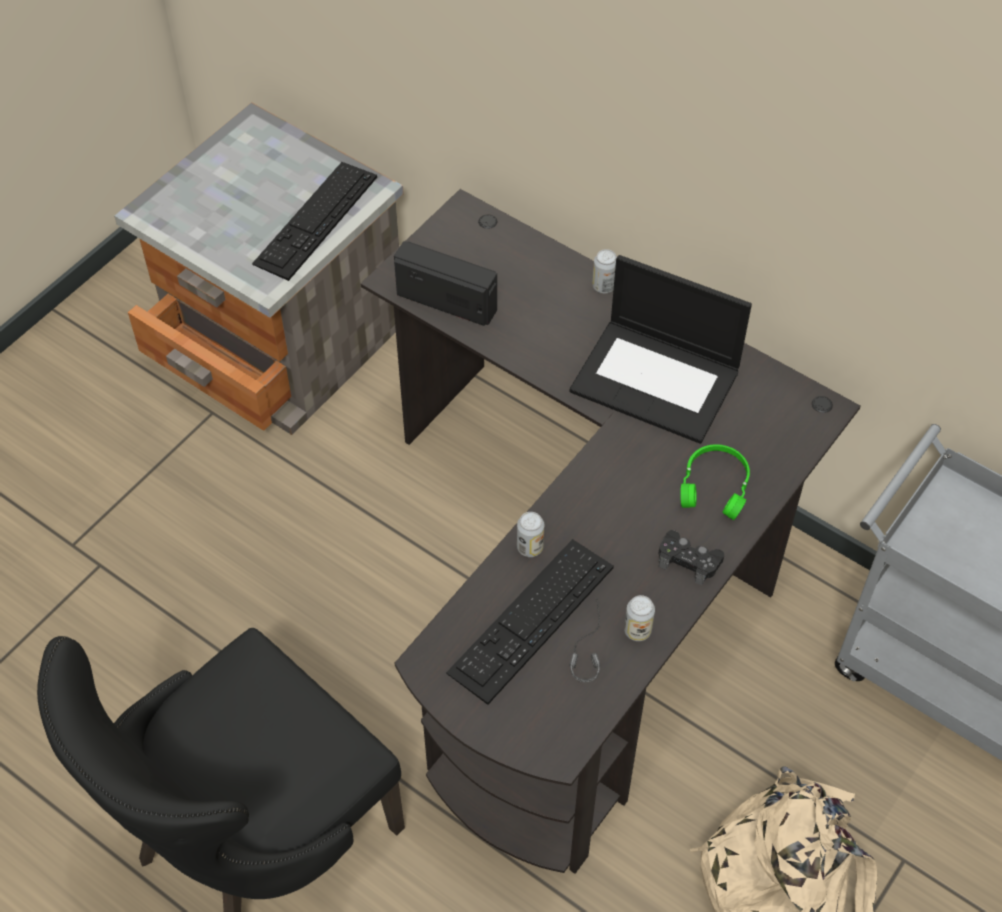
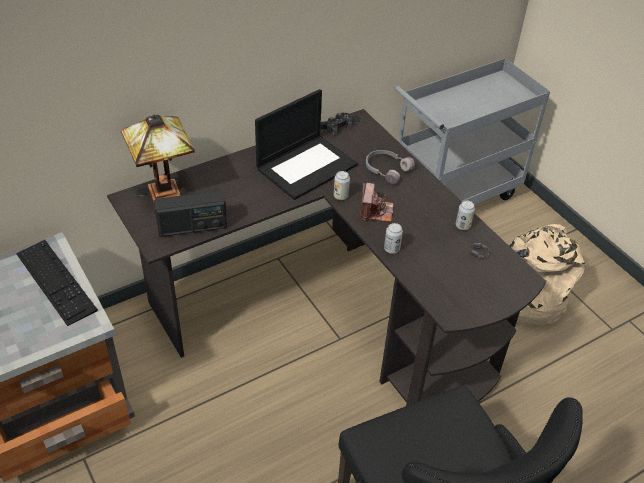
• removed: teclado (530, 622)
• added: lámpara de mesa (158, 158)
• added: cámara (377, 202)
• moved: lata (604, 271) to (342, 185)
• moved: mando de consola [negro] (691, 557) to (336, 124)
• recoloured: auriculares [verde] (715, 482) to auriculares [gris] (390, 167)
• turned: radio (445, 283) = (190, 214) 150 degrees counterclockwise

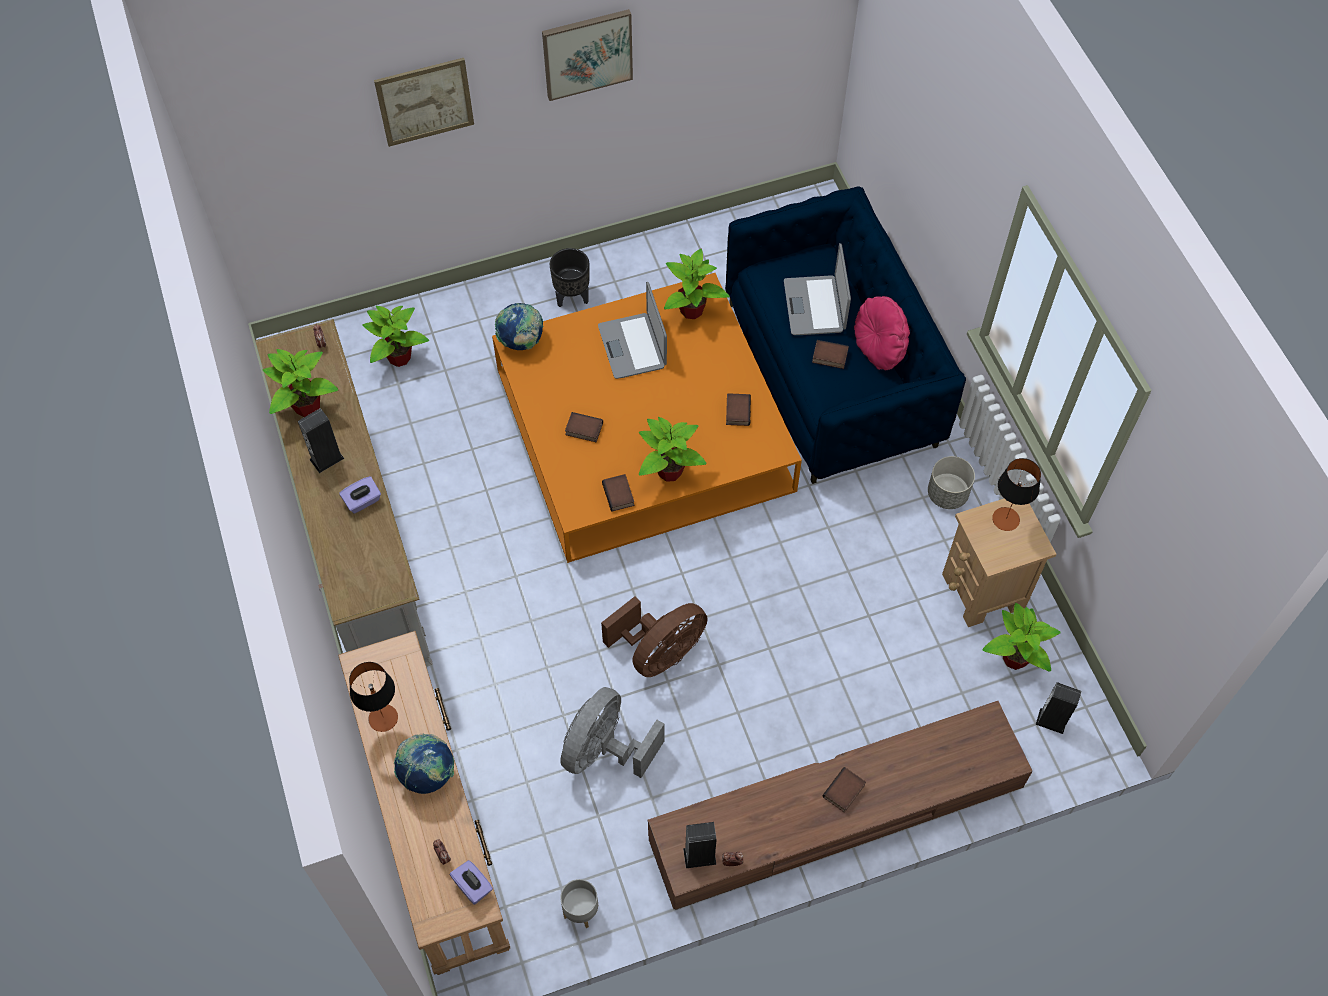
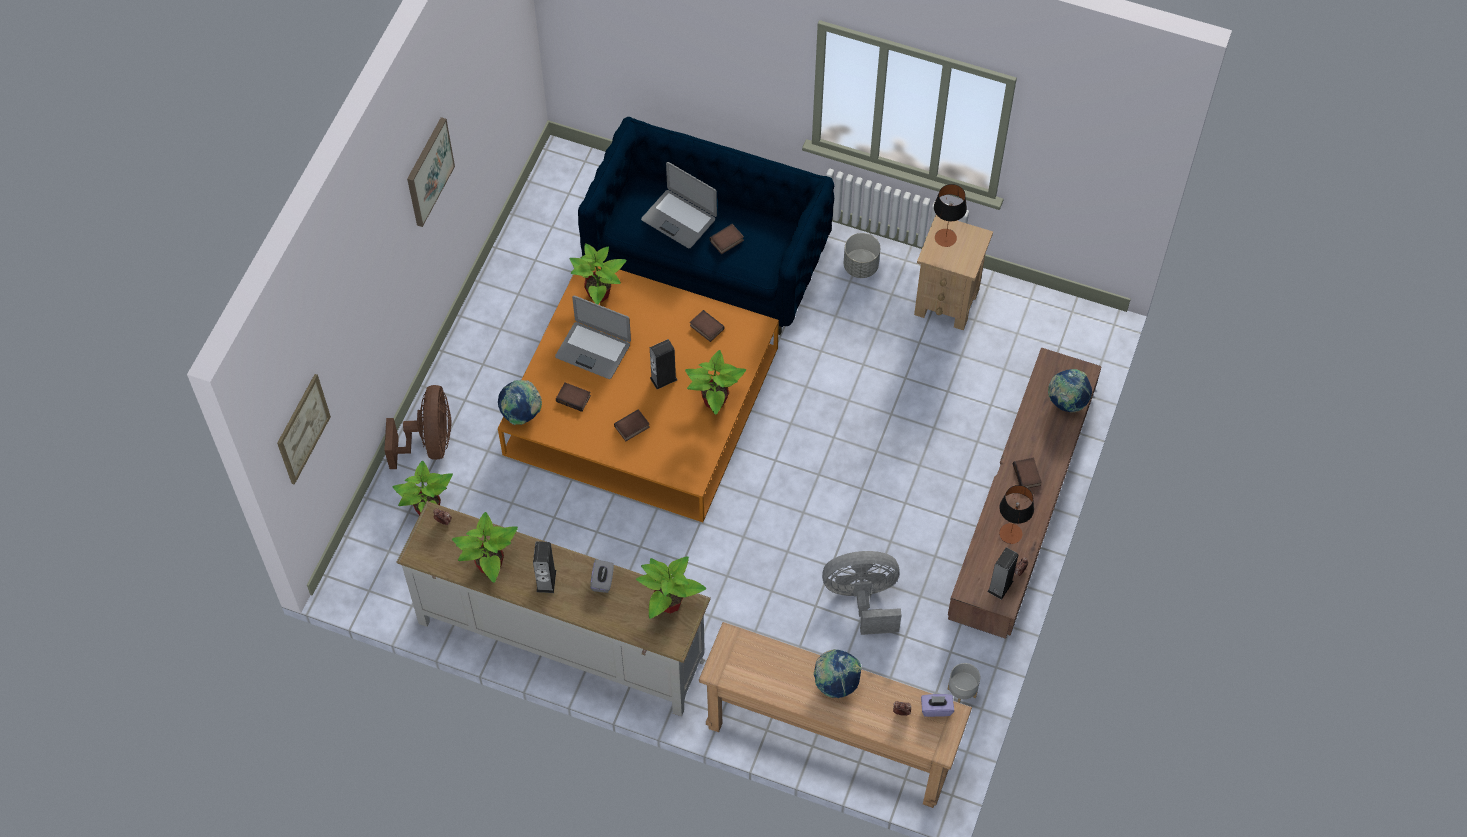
• removed: maceta [negro] (569, 277)
• removed: cojín [rosa] (882, 333)
• added: globo terráqueo (1070, 390)
• moved: lámpara de mesa (373, 697) to (1016, 514)
• moved: cuadro (424, 102) to (304, 429)
• moved: ventilador [marrón] (654, 636) to (418, 427)
• moved: libro (618, 492) to (573, 397)
• moved: planta en maceta (1021, 637) to (671, 587)
• moved: altavoz (1058, 708) to (663, 364)
• recoloured: caja de pañuelos [morado] (360, 494) to caja de pañuelos [gris] (602, 576)
• turned: ventilador [gris] (612, 732) = (862, 593) 105 degrees clockwise

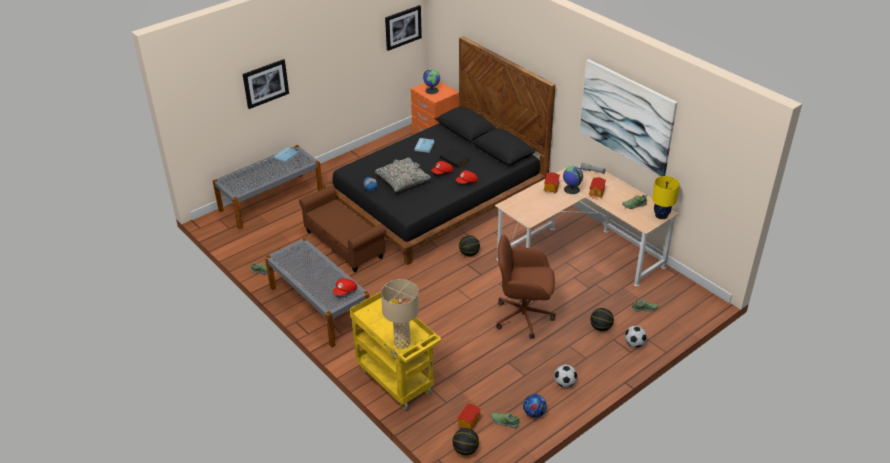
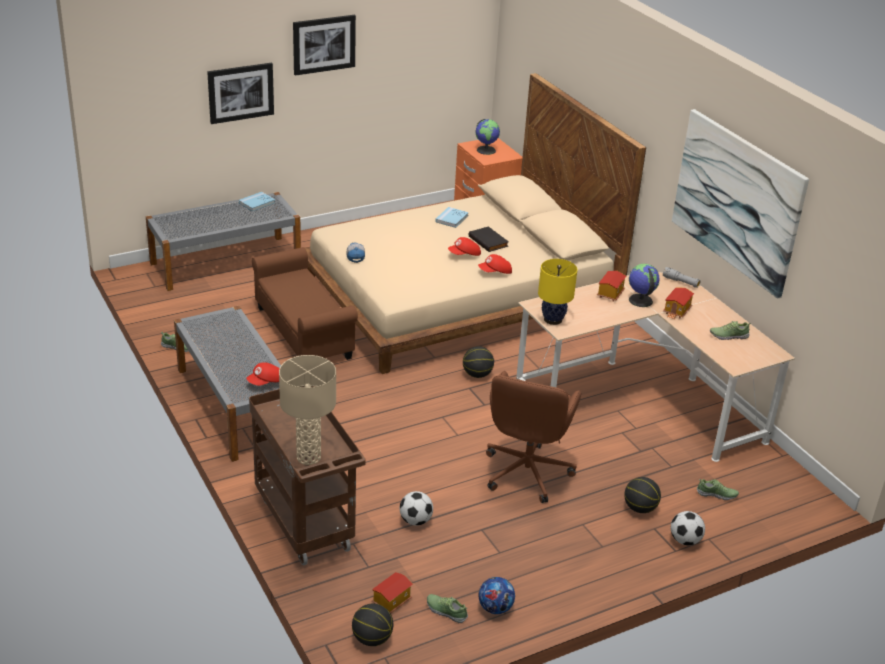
• removed: cojín [gris] (403, 175)
• moved: cuadro (403, 28) to (324, 45)
• moved: balón de fútbol (565, 376) to (416, 508)
• moved: lámpara de mesa [amarillo] (666, 197) to (557, 292)
• recoloured: cama [negro] (439, 150) to cama [beis] (475, 223)
• recoloured: carrito [amarillo] (395, 351) to carrito [marrón] (307, 476)
• turned: silla de oficina [marrón] (526, 287) = (533, 437) 90 degrees counterclockwise

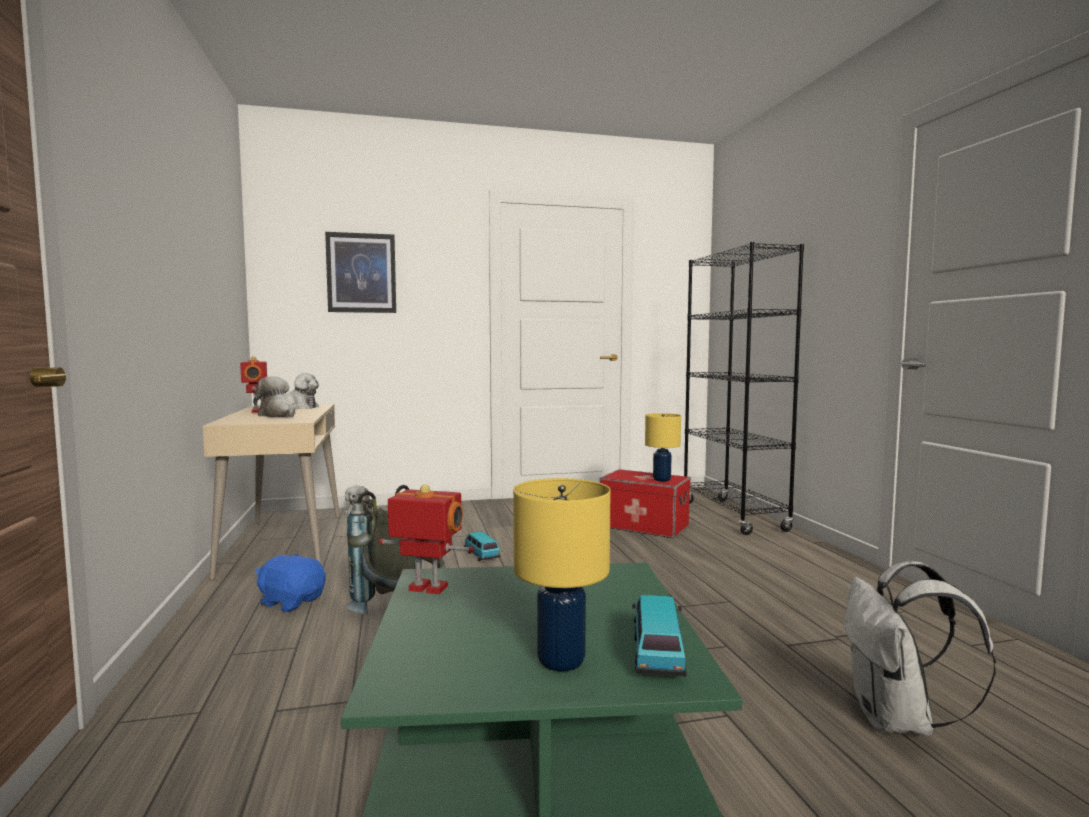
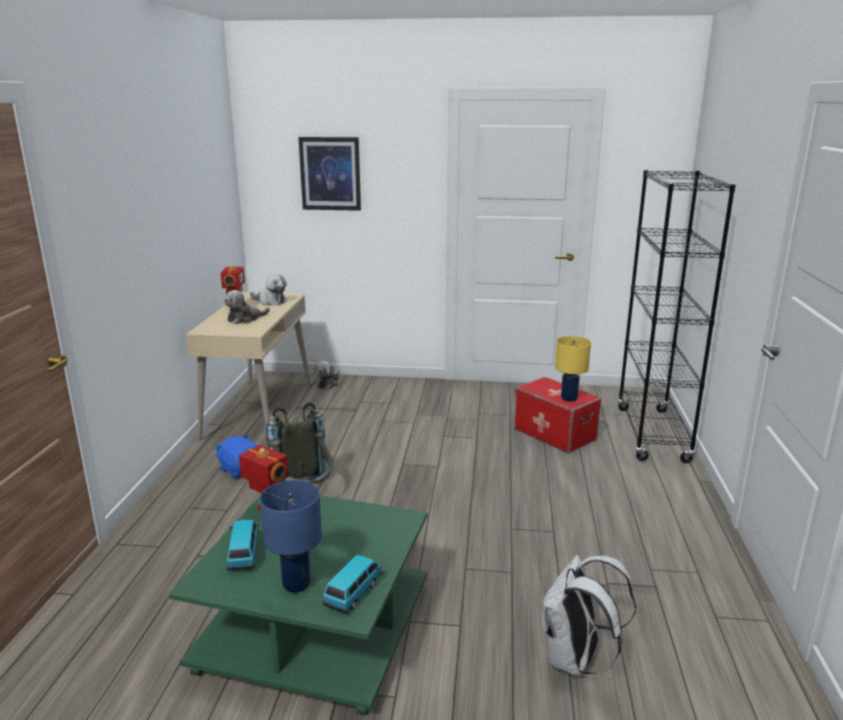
• moved: coche de juguete (482, 546) to (243, 545)
• recoloured: lámpara de mesa [amarillo] (562, 575) to lámpara de mesa [azul] (291, 536)
• turned: peluche (274, 396) = (247, 307) 105 degrees counterclockwise

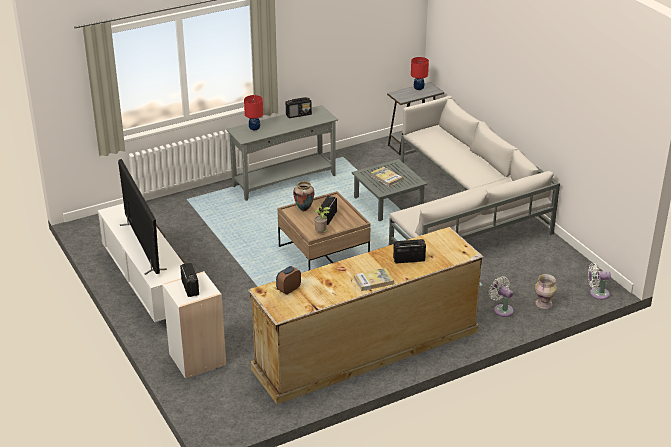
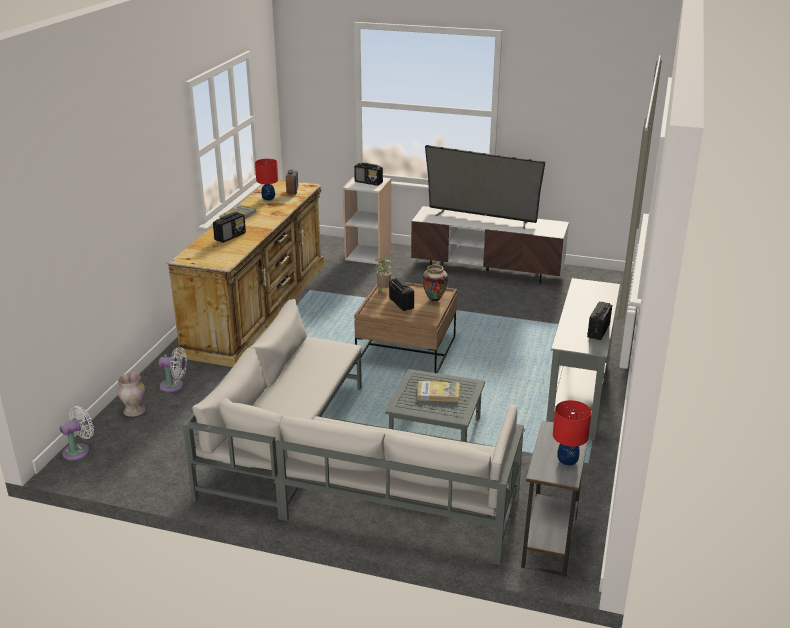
• moved: lámpara de mesa [rojo] (253, 112) to (266, 179)

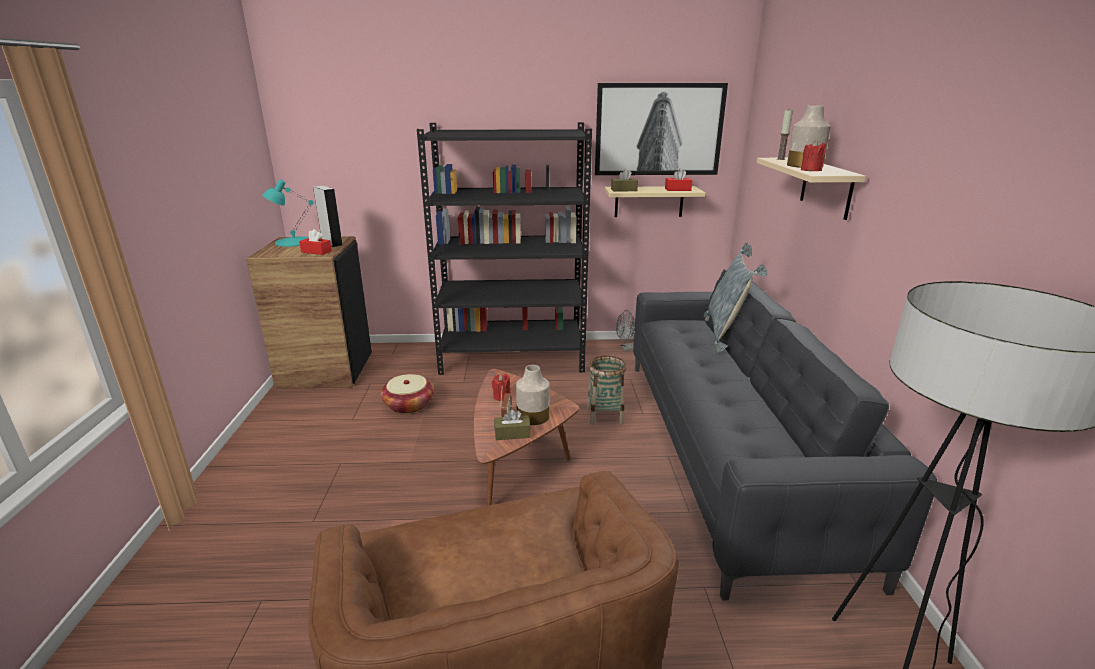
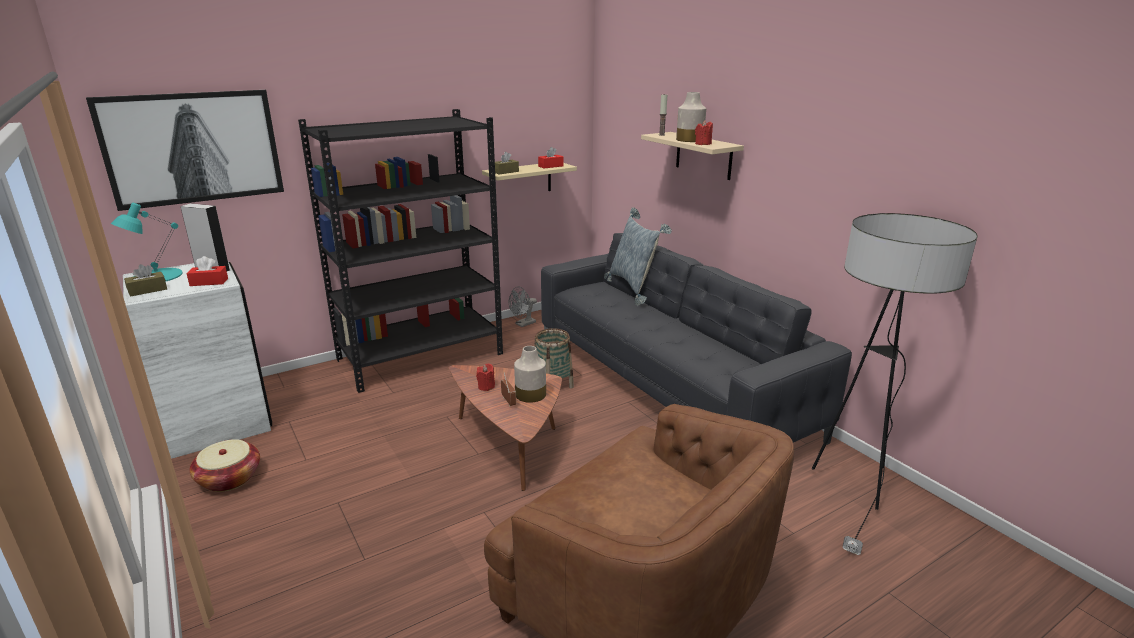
• moved: cesta (407, 394) to (225, 465)
• moved: caja de pañuelos [marrón] (512, 424) to (145, 280)
• moved: cuadro (661, 129) to (185, 150)
• recoloured: armario [marrón] (309, 312) to armario [blanco] (197, 360)

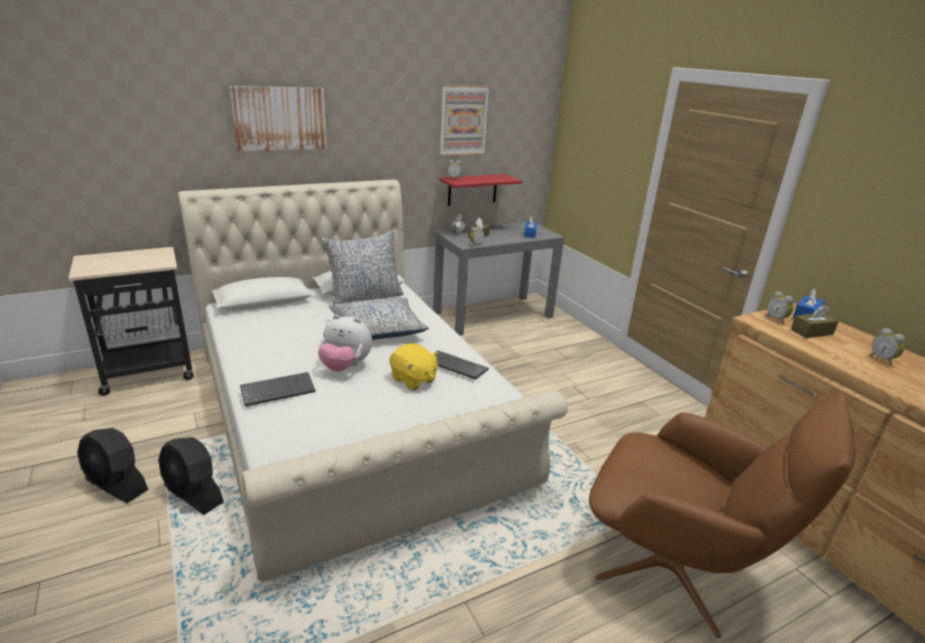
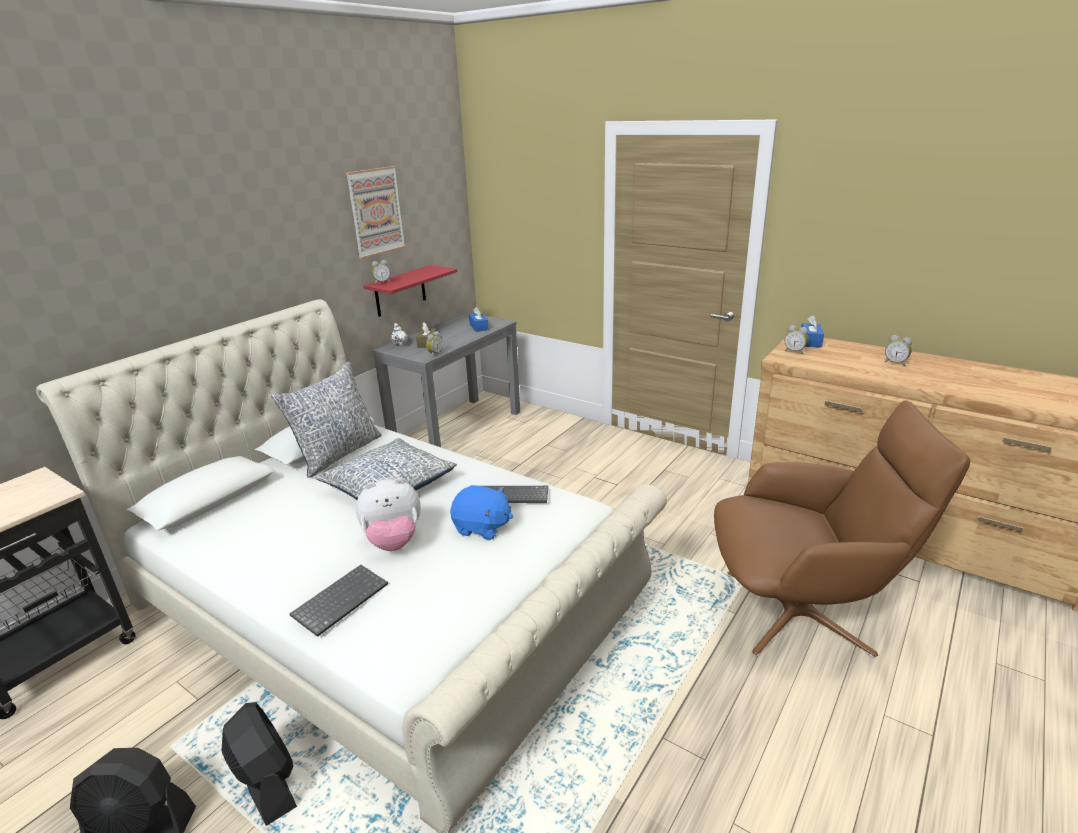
• removed: cuadro (278, 118)
• removed: caja de pañuelos [marrón] (815, 321)
• recoloured: peluche [amarillo] (414, 366) to peluche [azul] (481, 512)
• turned: ventilador [negro] (191, 476) = (259, 764) 135 degrees counterclockwise

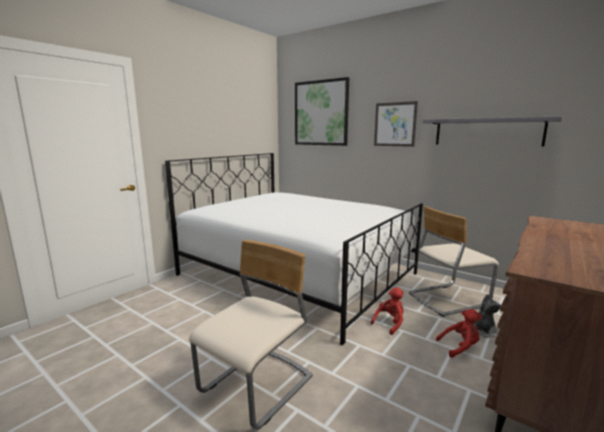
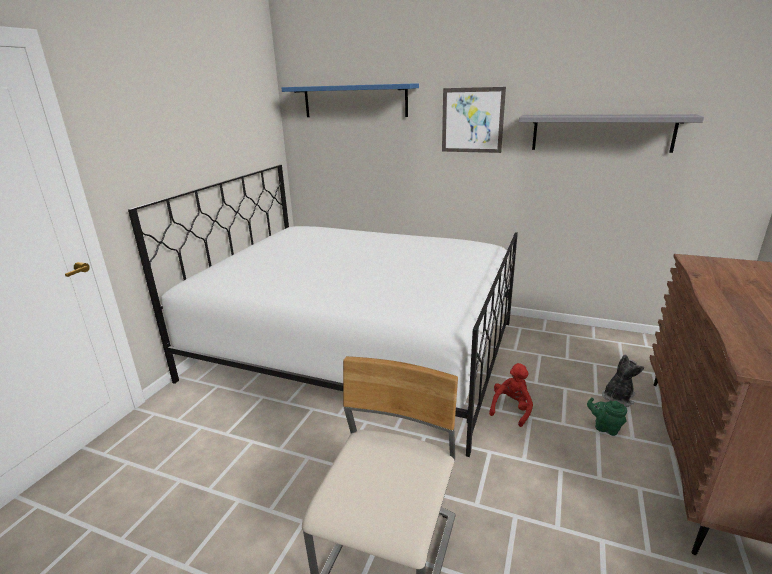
• removed: silla [beis] (454, 261)
• replaced: cuadro (322, 111) to estante [azul] (350, 100)
• replaced: peluche [rojo] (459, 333) to tetera [verde] (607, 416)

